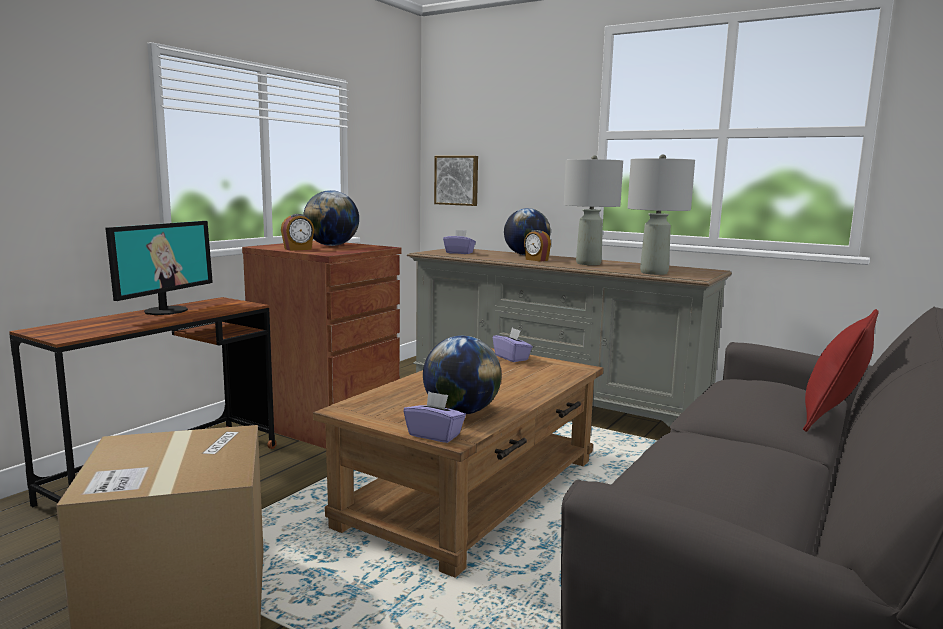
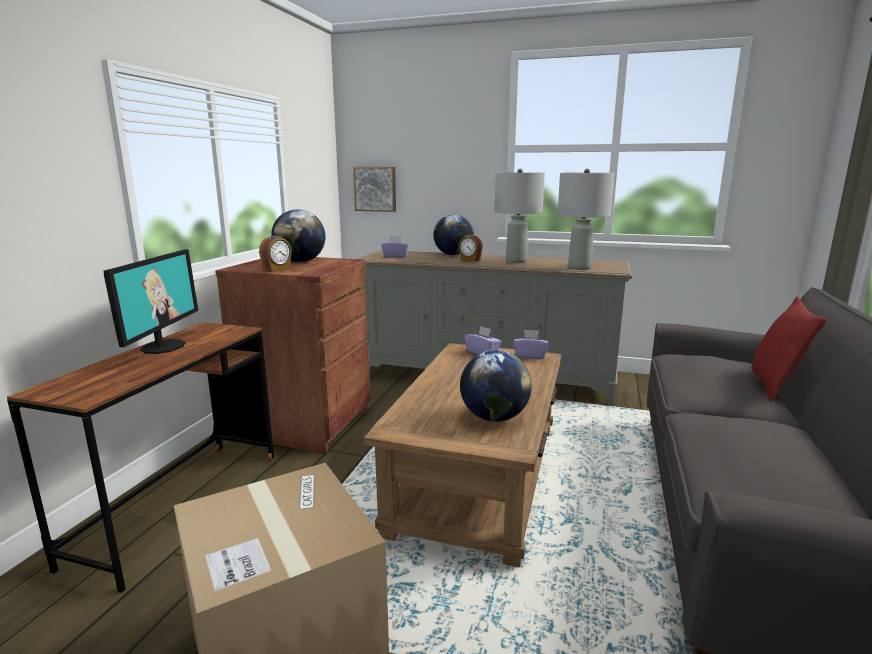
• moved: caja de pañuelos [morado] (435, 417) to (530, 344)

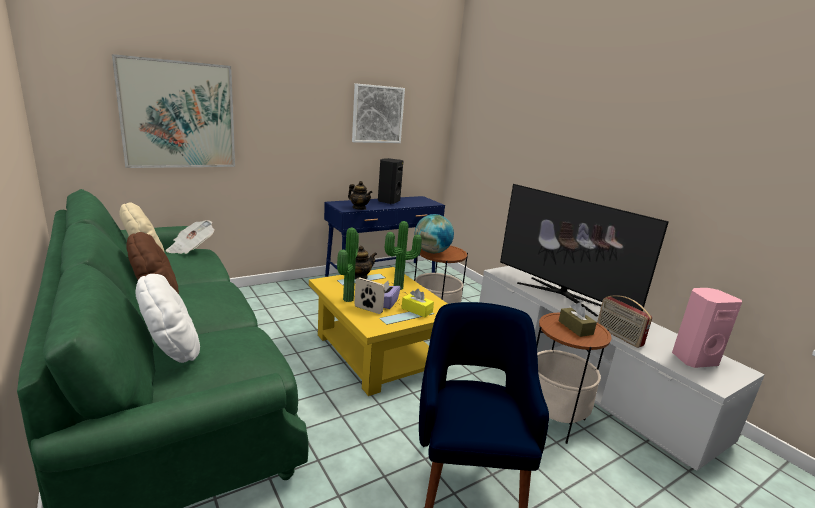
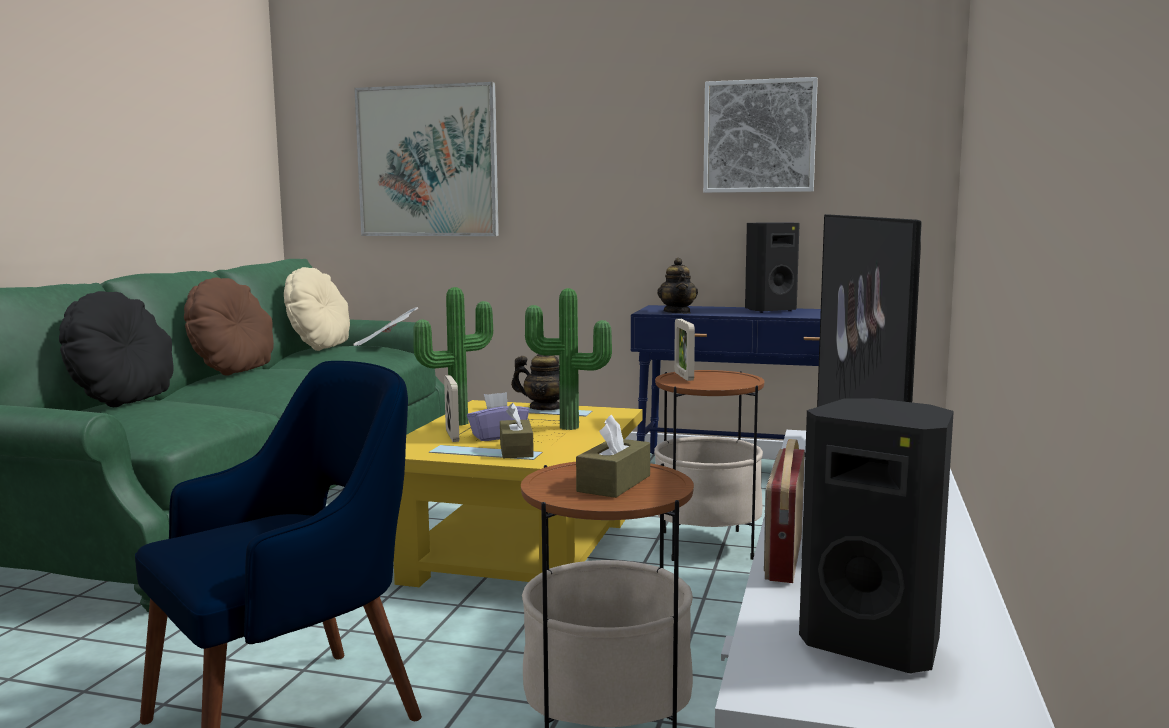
• replaced: globo terráqueo (434, 233) to portarretratos (684, 350)
• recoloured: cojín [blanco] (168, 318) to cojín [negro] (116, 349)
• recoloured: caja de pañuelos [amarillo] (418, 303) to caja de pañuelos [marrón] (517, 430)
• recoloured: altavoz [rosa] (707, 328) to altavoz [negro] (876, 535)

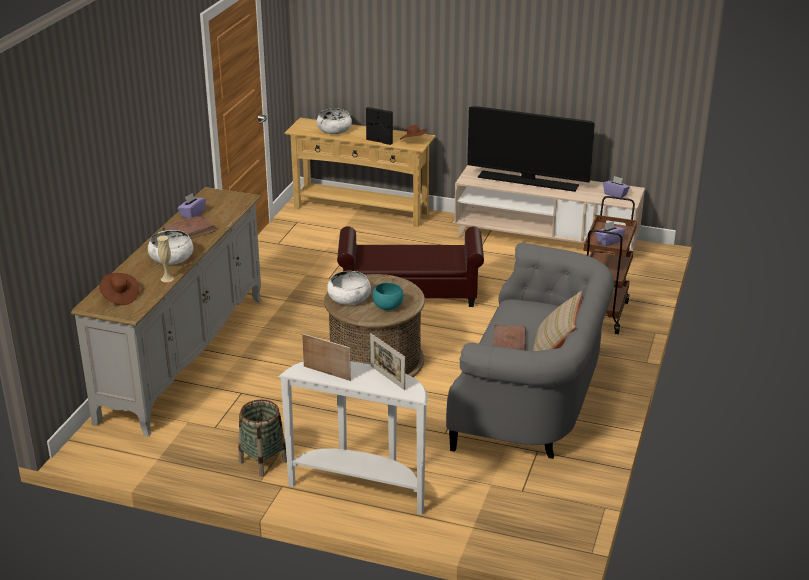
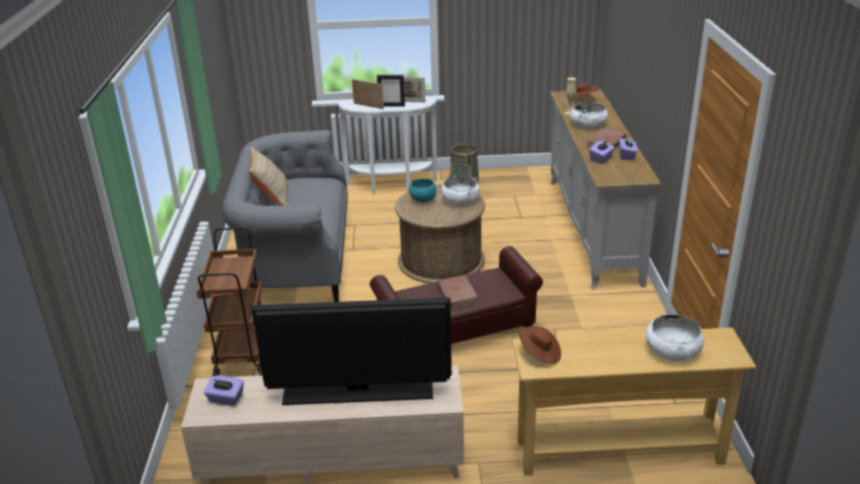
• moved: portarretratos (379, 126) to (391, 91)
• moved: libro [marrón] (509, 337) to (458, 291)
• moved: caja de pañuelos [morado] (610, 233) to (602, 152)

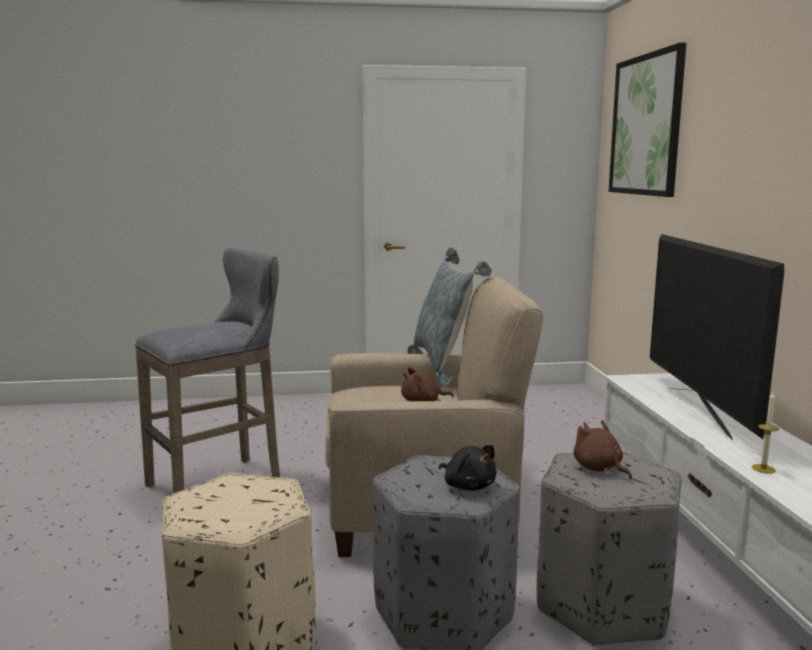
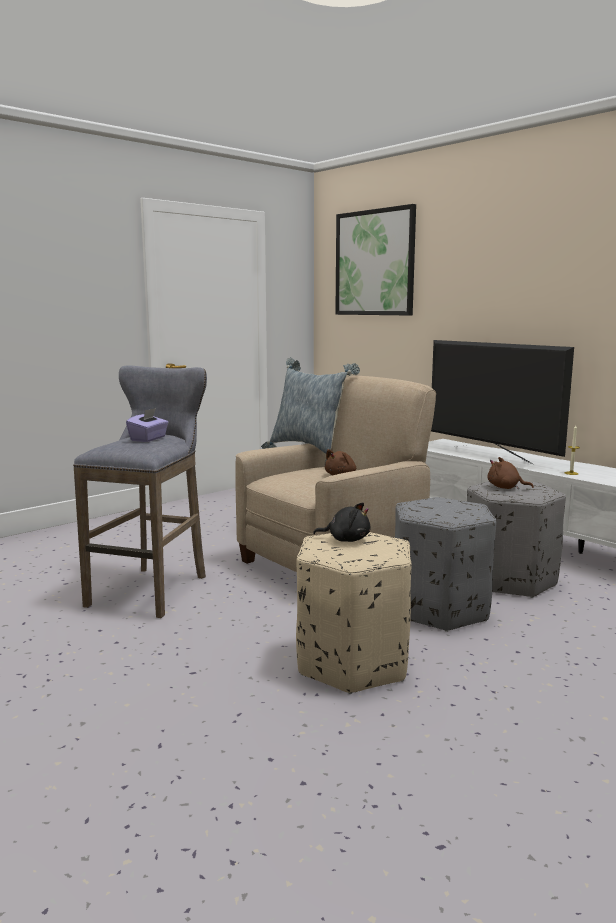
• added: caja de pañuelos [morado] (147, 425)
• moved: peluche [negro] (468, 468) to (342, 522)

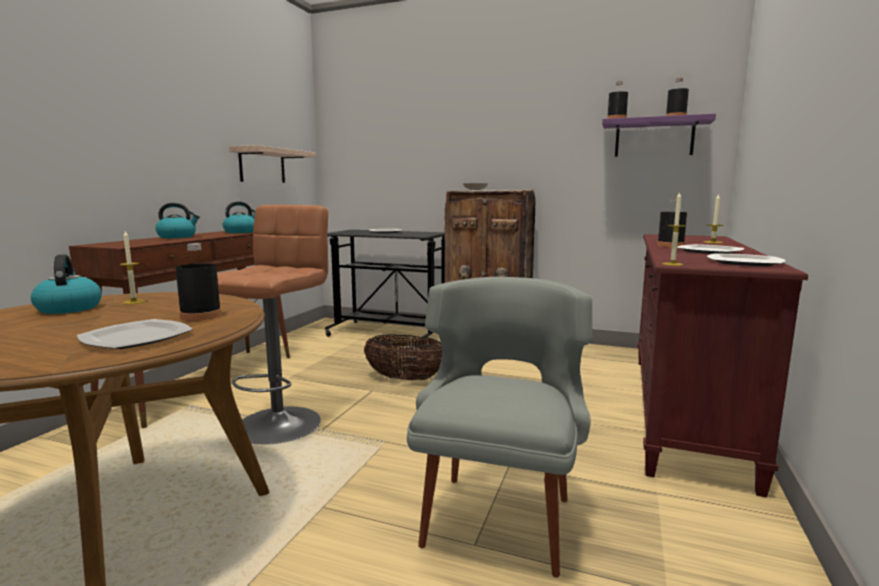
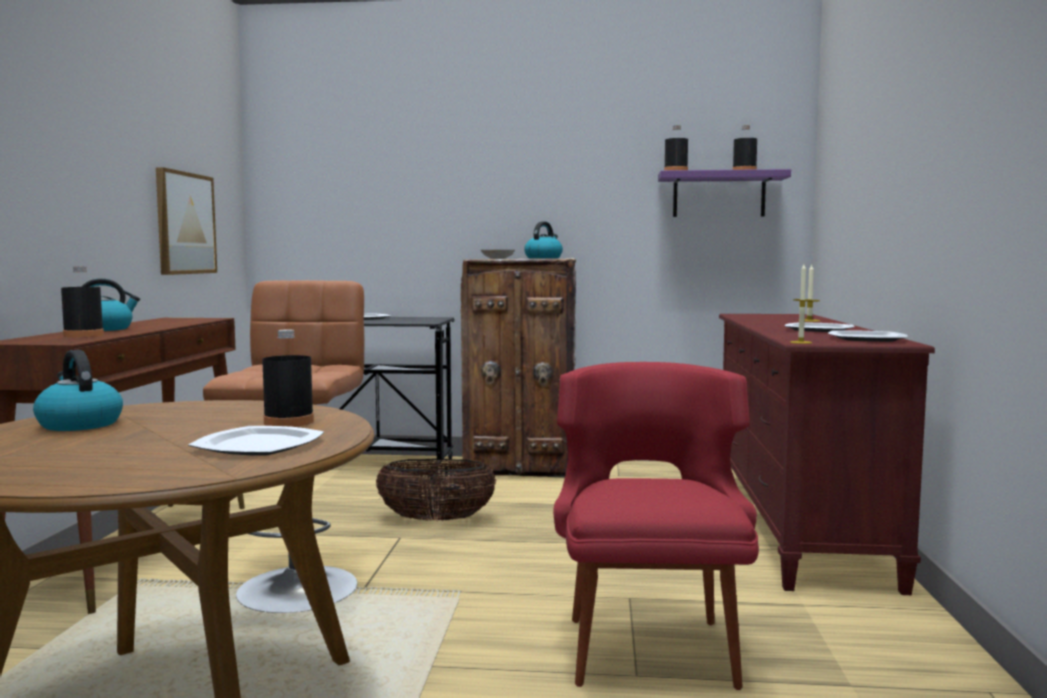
• removed: vela (132, 267)
• moved: hervidor (239, 217) to (543, 239)
• moved: botella [negro] (672, 222) to (82, 302)
• replaced: estante (272, 164) to cuadro (186, 221)
• recoloured: silla [gris] (499, 427) to silla [rojo] (656, 526)

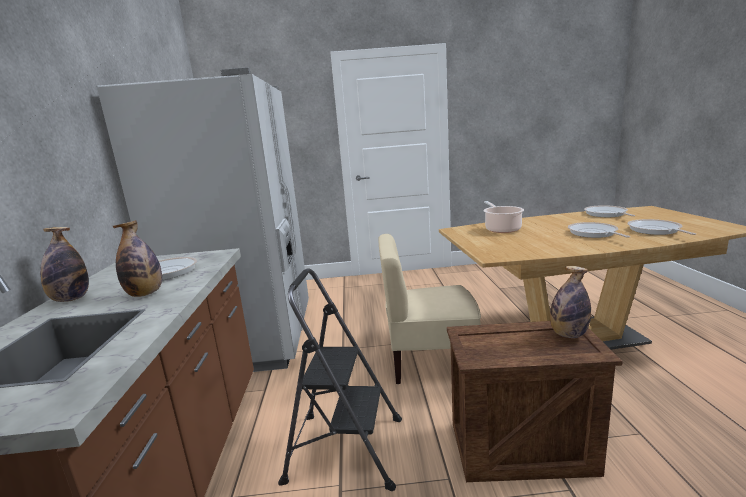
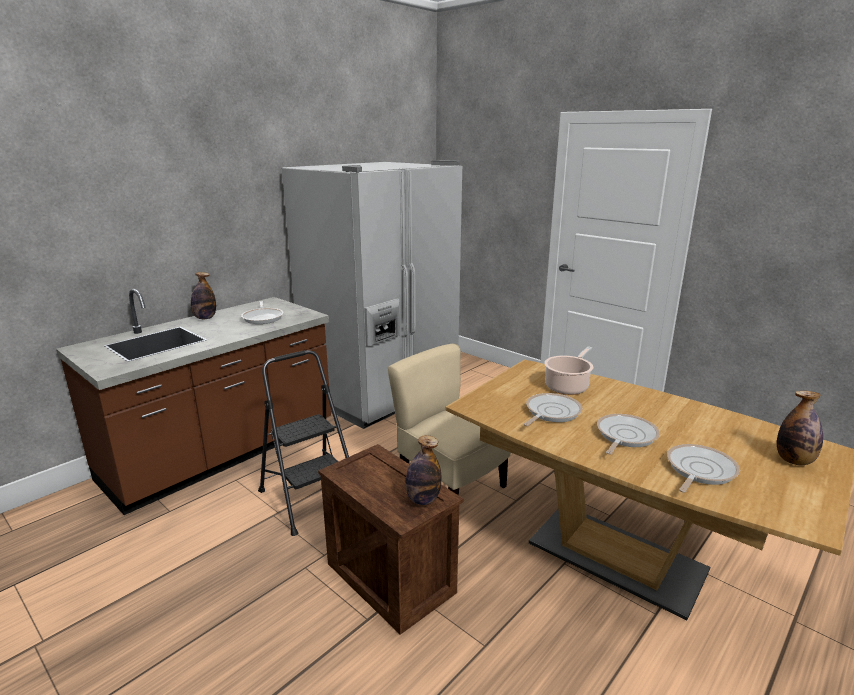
• moved: botella (137, 258) to (800, 428)
• moved: sartén (609, 211) to (553, 409)

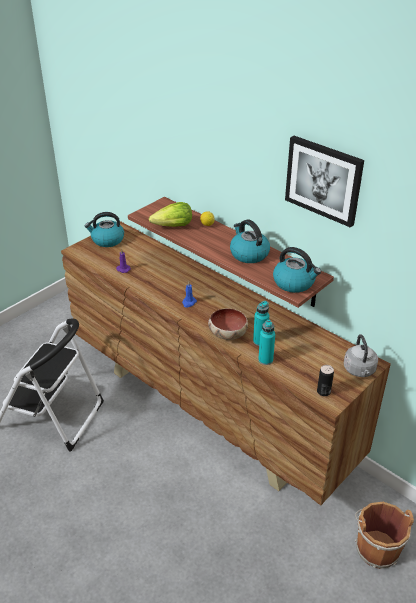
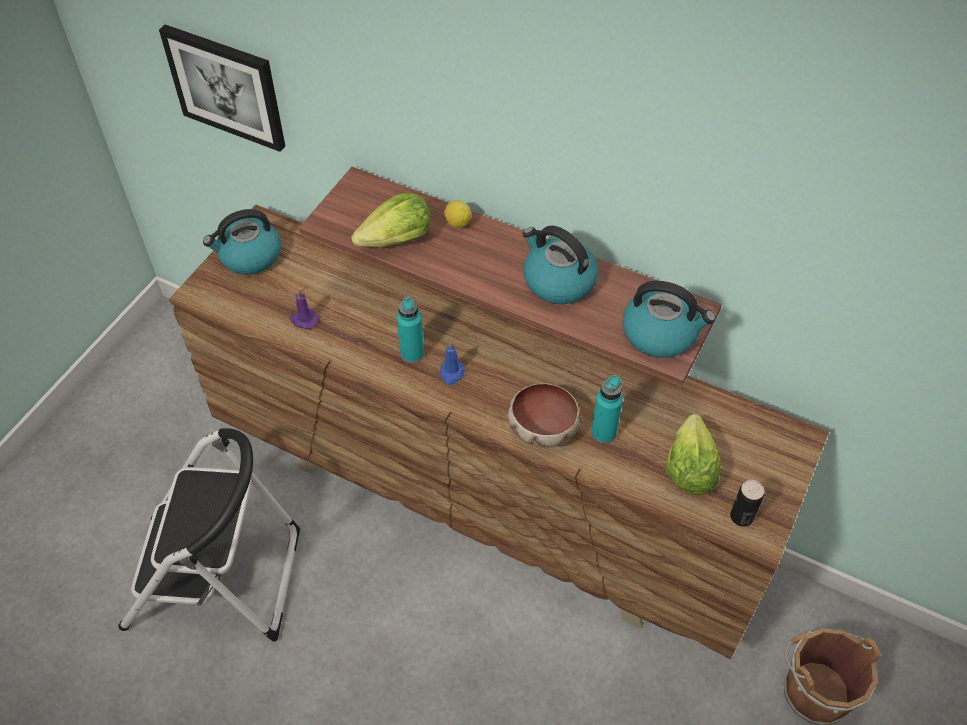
• removed: hervidor [gris] (361, 355)
• added: lechuga (693, 454)
• moved: botella [turquesa] (266, 342) to (410, 330)
• moved: cuadro (324, 182) to (222, 88)

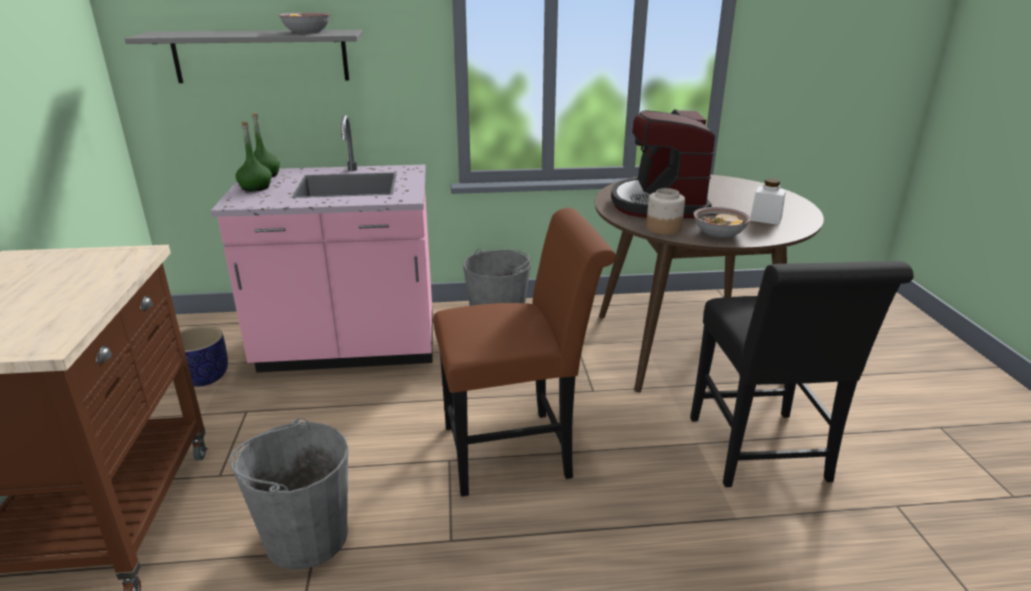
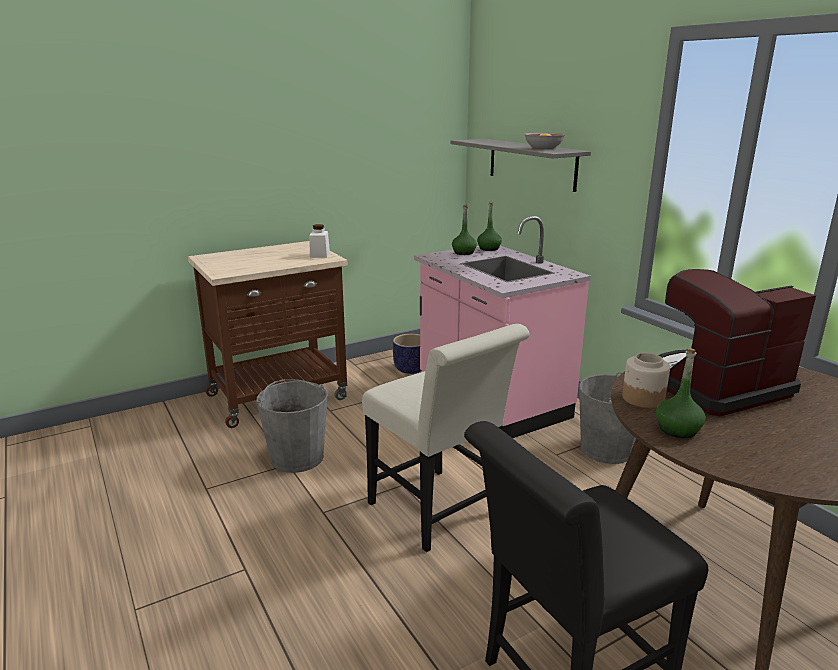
• moved: tarro [blanco] (768, 202) to (319, 241)
• replaced: cuenco (722, 222) to botella [verde] (681, 393)
• recoloured: silla [marrón] (524, 352) to silla [blanco] (446, 438)

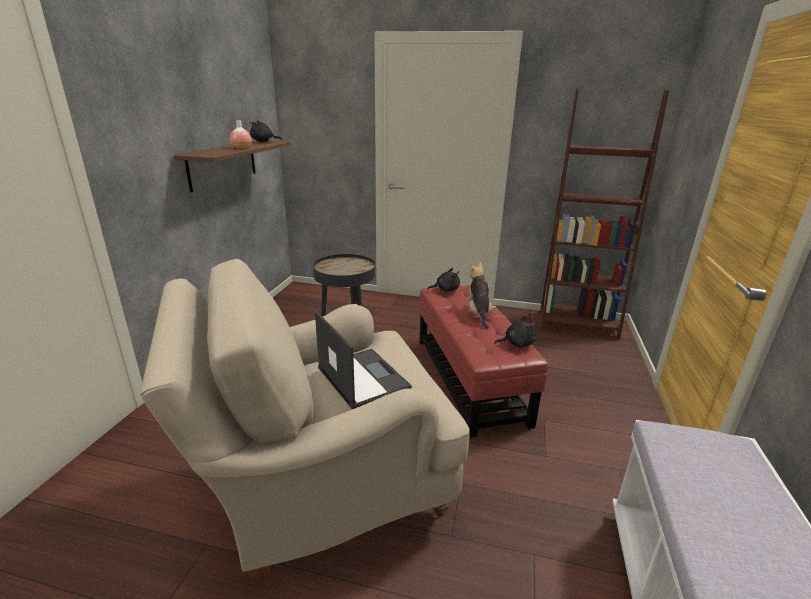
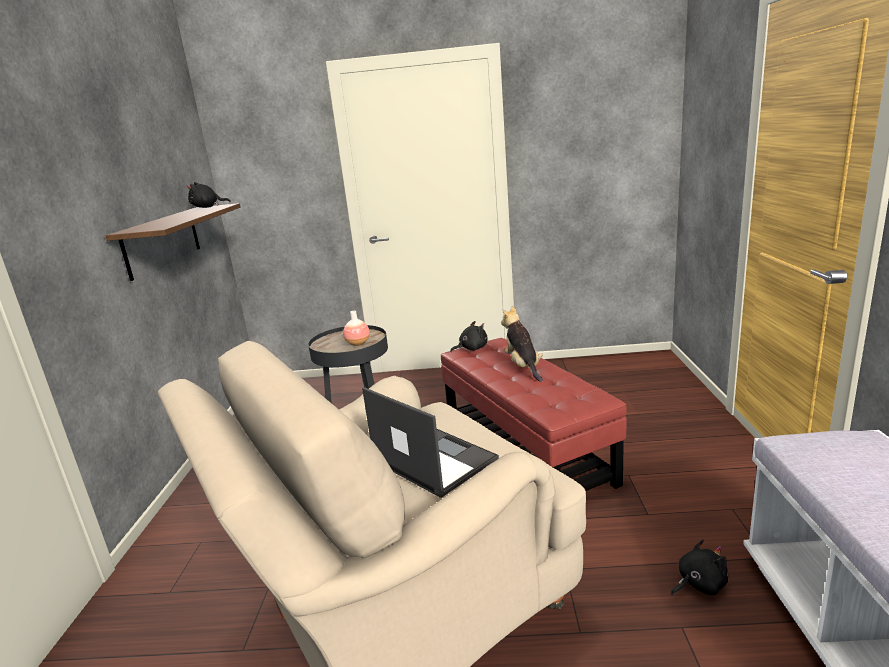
• removed: estantería [marrón] (604, 214)
• moved: florero (241, 134) to (356, 328)
• moved: peluche [negro] (515, 332) to (699, 567)

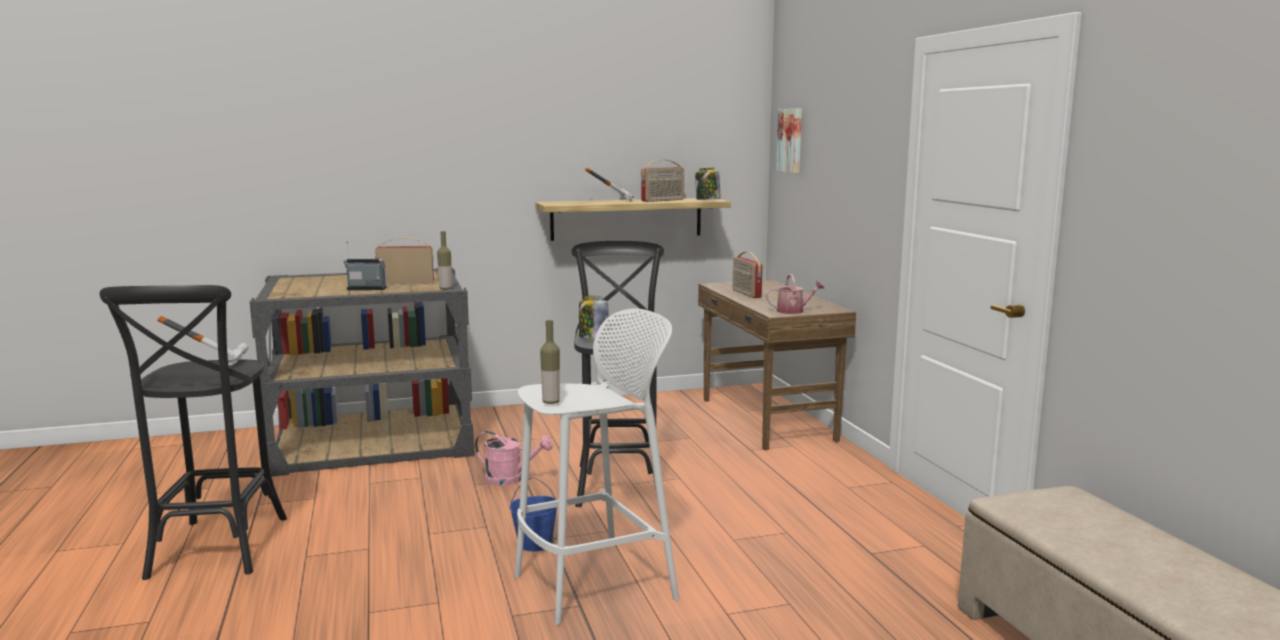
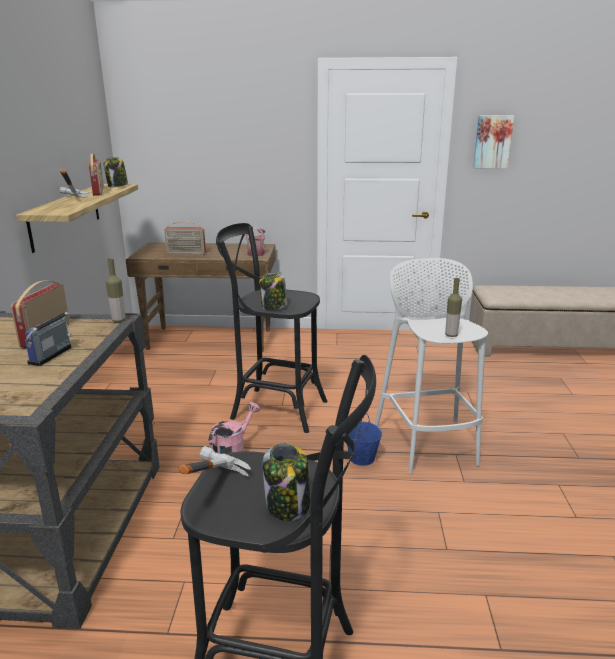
• added: tarro (286, 482)
• moved: cuadro (789, 141) to (493, 142)

